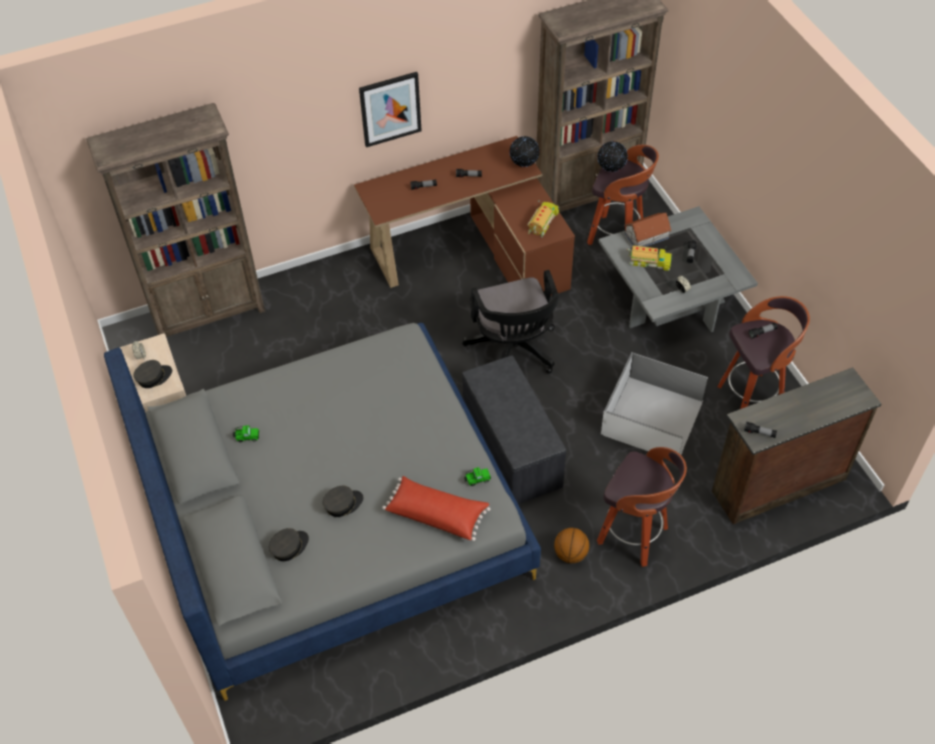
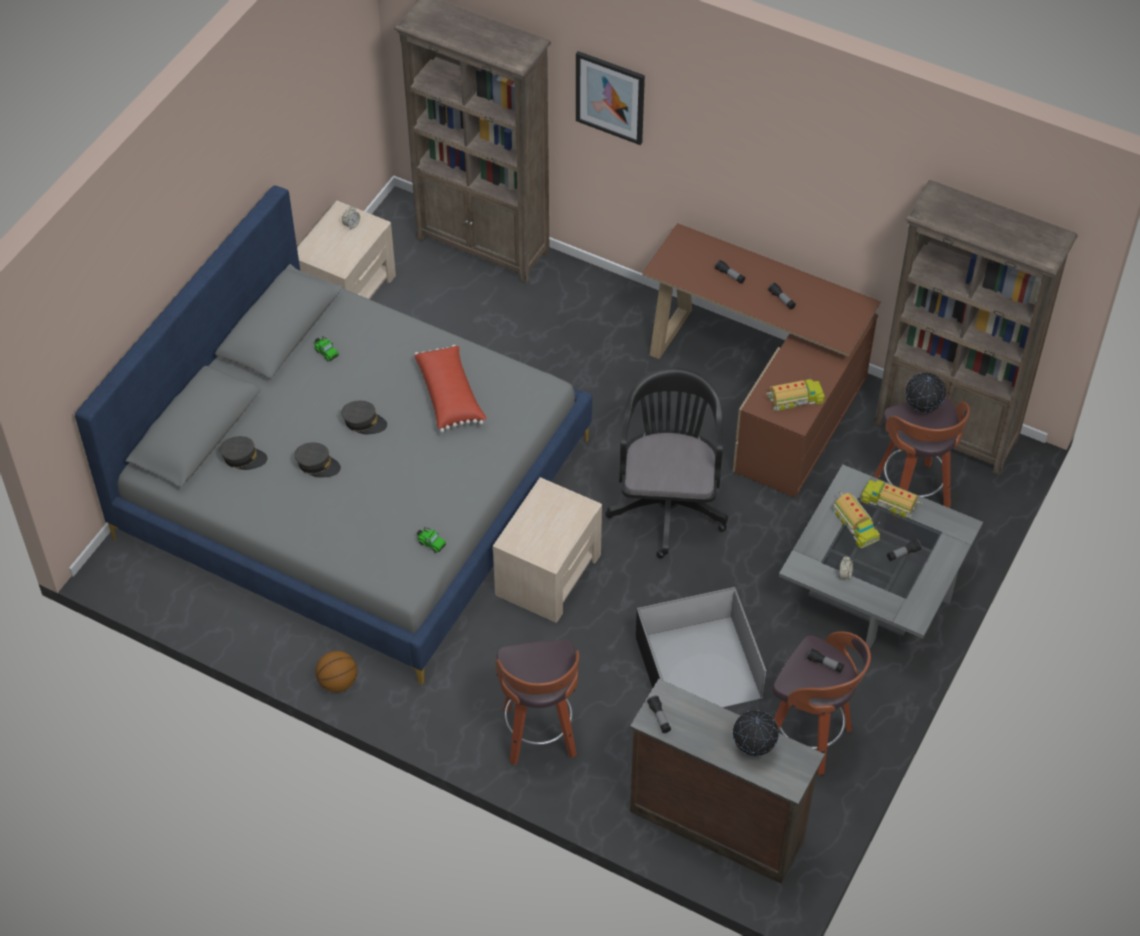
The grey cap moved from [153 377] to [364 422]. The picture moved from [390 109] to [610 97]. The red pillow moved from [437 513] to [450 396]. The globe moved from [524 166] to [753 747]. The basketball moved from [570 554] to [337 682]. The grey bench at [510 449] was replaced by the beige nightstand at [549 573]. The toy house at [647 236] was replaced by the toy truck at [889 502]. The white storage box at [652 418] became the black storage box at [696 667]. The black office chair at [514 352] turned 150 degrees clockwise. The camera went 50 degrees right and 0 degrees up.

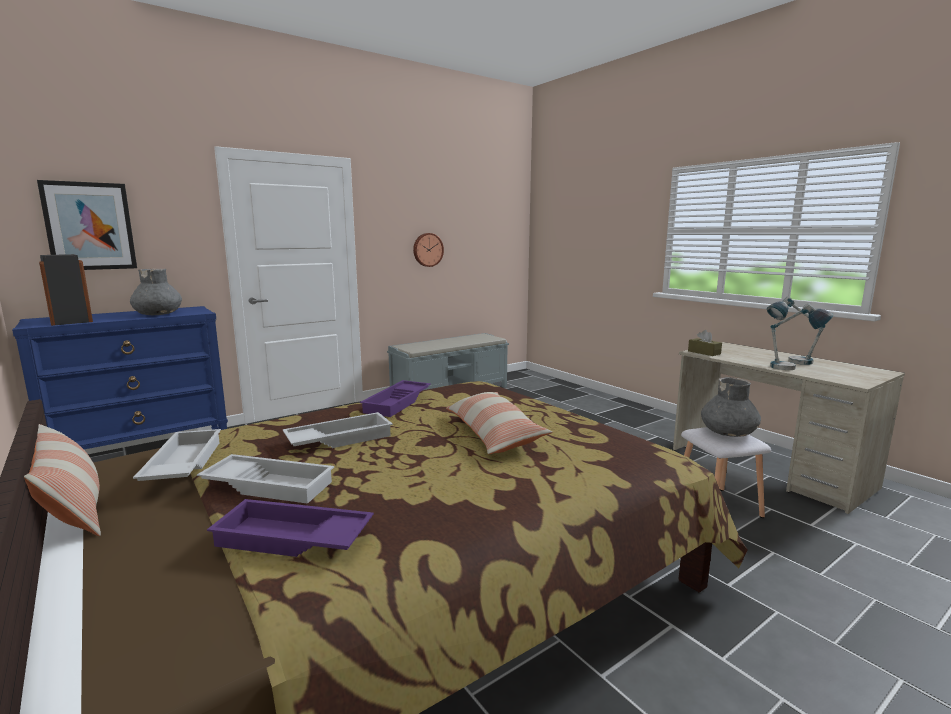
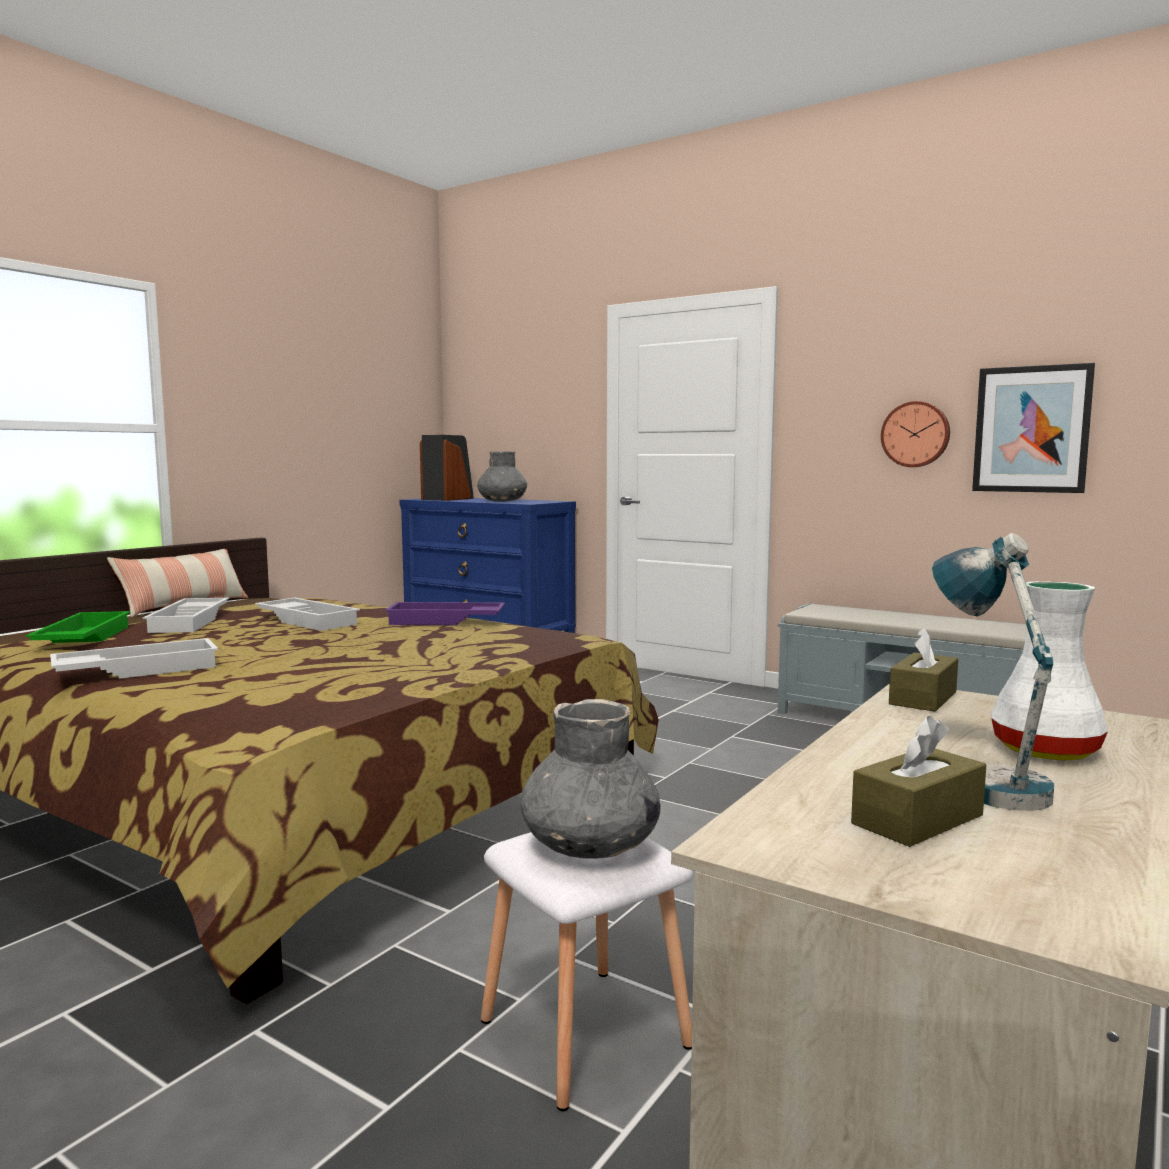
The pillow at [493 434] disappeared. The table lamp at [793 369] disappeared. The brown tissue box at [917 819] appeared. The white vase at [1042 750] appeared. The picture moved from [89 226] to [1031 429]. The white tray moved from [182 464] to [138 670]. The purple tray at [291 540] became the green tray at [81 638]. The camera went 70 degrees right and 5 degrees down.

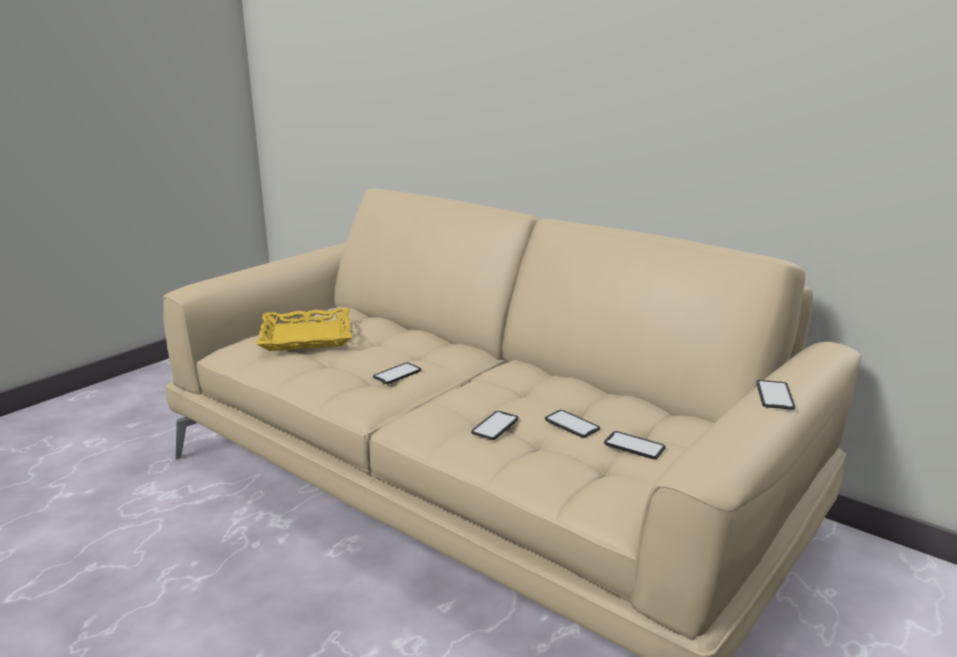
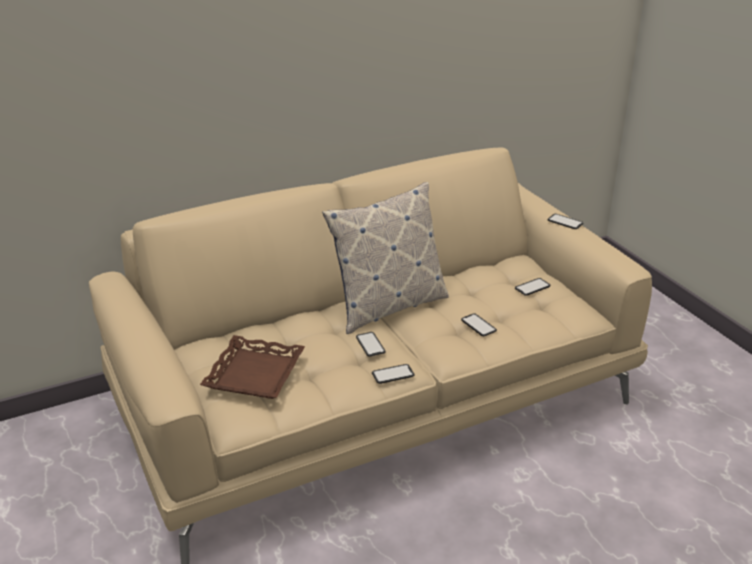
The pillow at [388 306] appeared. The phone moved from [572 424] to [393 374]. The yellow tray at [306 336] became the brown tray at [255 374]. The camera went 65 degrees left and 10 degrees up.

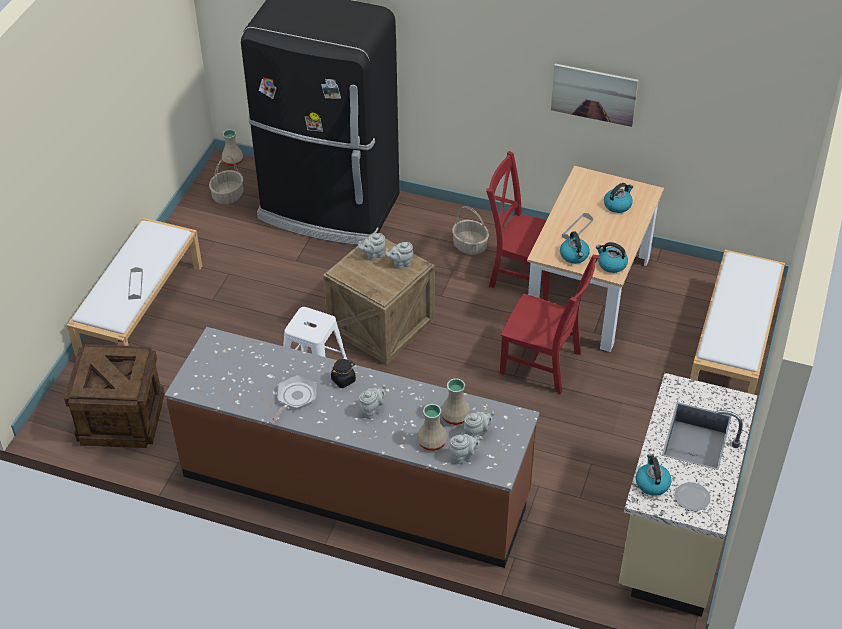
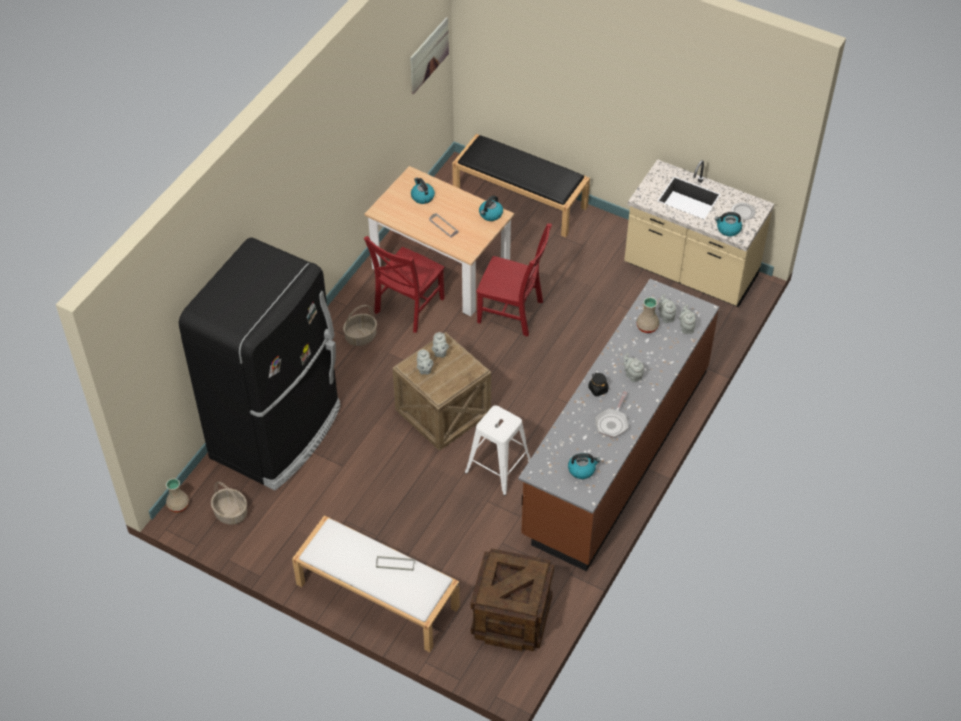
The beige vase at [431 442] disappeared. The picture moved from [594 94] to [428 55]. The kettle moved from [574 256] to [582 469]. The white bench at [732 347] became the black bench at [521 199]. The frying pan at [295 398] turned 105 degrees counterclockwise. The red chair at [544 364] turned 75 degrees clockwise. The camera went 80 degrees left and 5 degrees up.

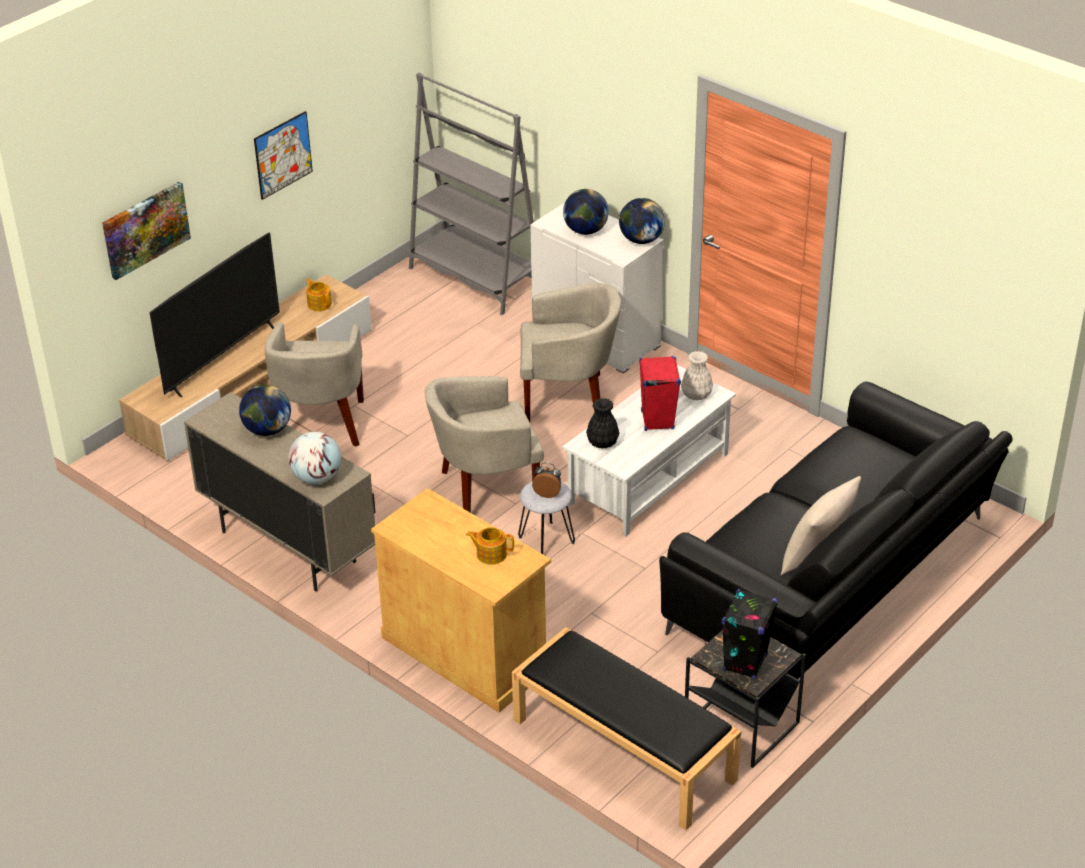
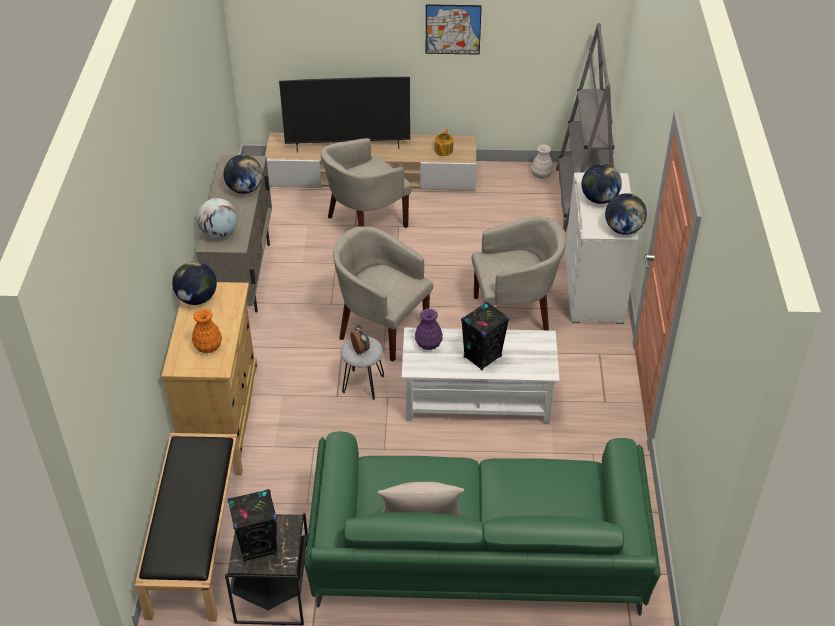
The picture at [145 229] disappeared. The globe at [197 299] appeared. The white vase moved from [696 395] to [541 175]. The teapot at [491 554] was replaced by the orange vase at [208 347]. The black vase at [602 443] became the purple vase at [428 344]. The red speaker at [657 420] became the black speaker at [482 357]. The black sofa at [832 578] became the green sofa at [476 559]. The beige armchair at [568 399] turned 60 degrees counterclockwise. The camera went 50 degrees right and 5 degrees up.

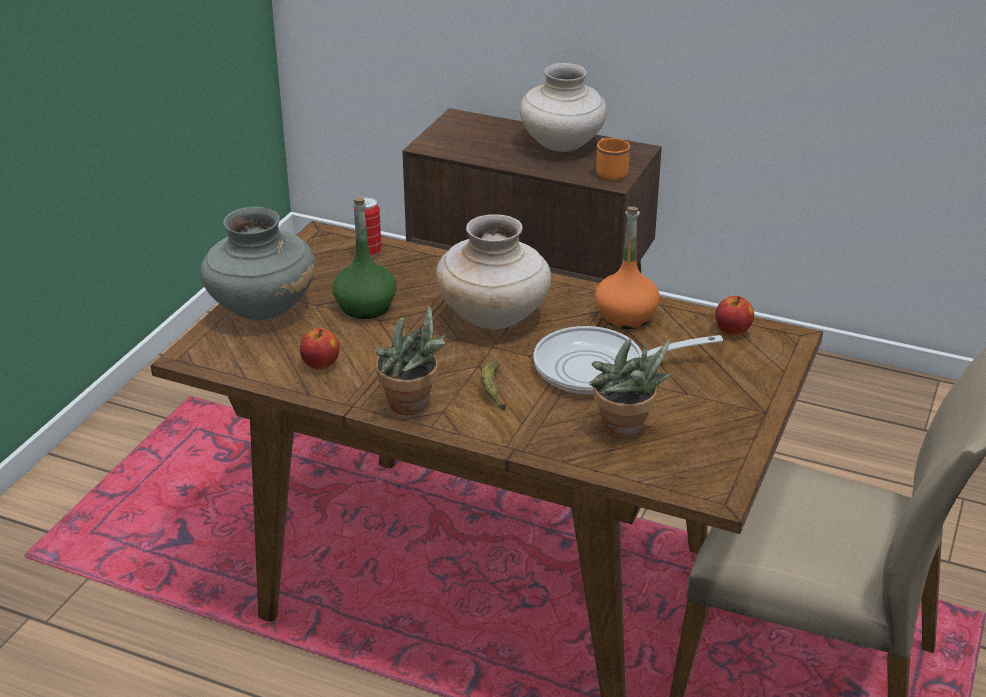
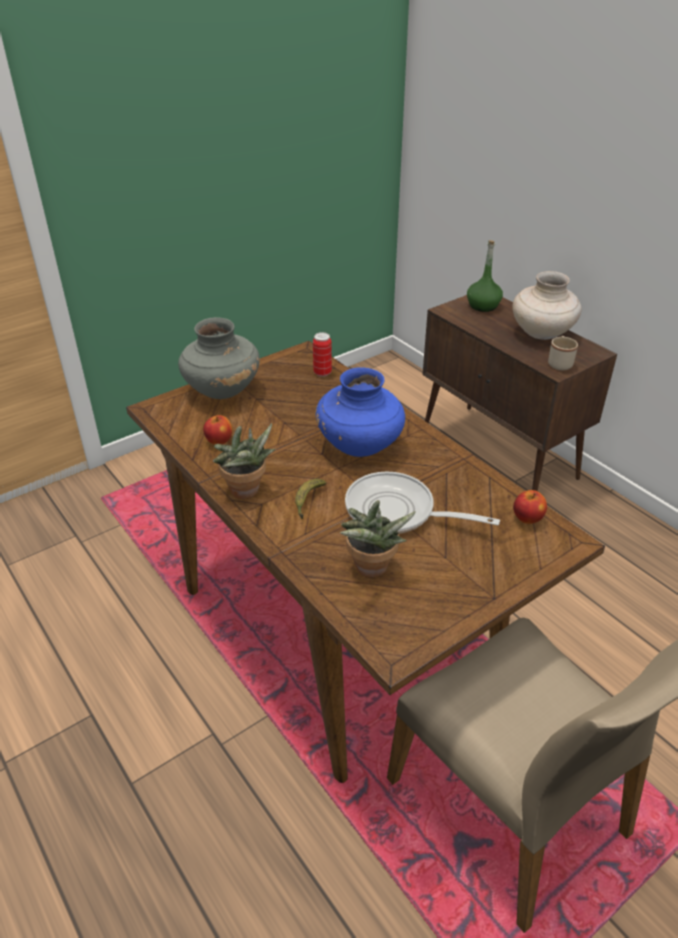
The orange bottle at [625 316] disappeared. The green bottle moved from [365 306] to [483 305]. The beige vase at [494 317] became the blue vase at [360 446]. The orange mug at [609 172] became the beige mug at [560 363]. The camera went 30 degrees right and 5 degrees up.

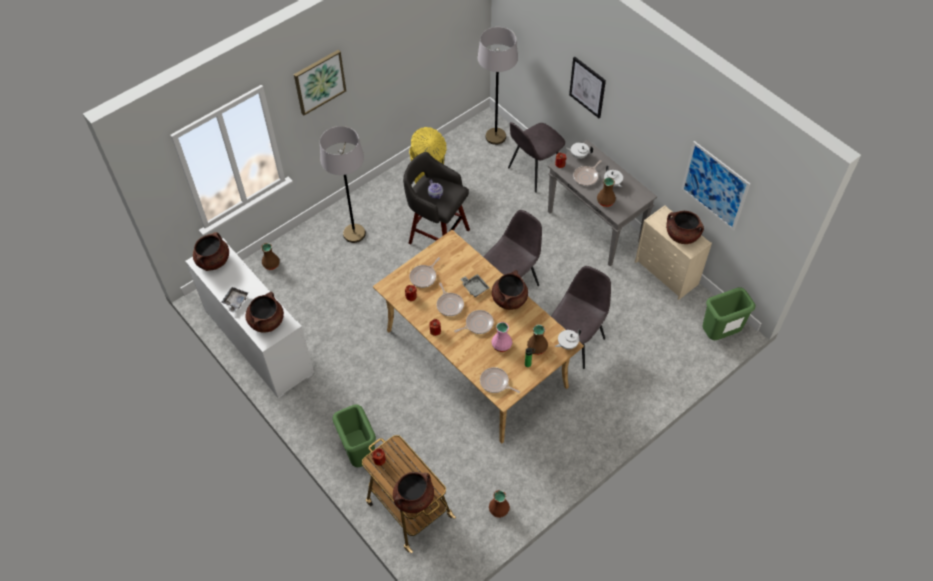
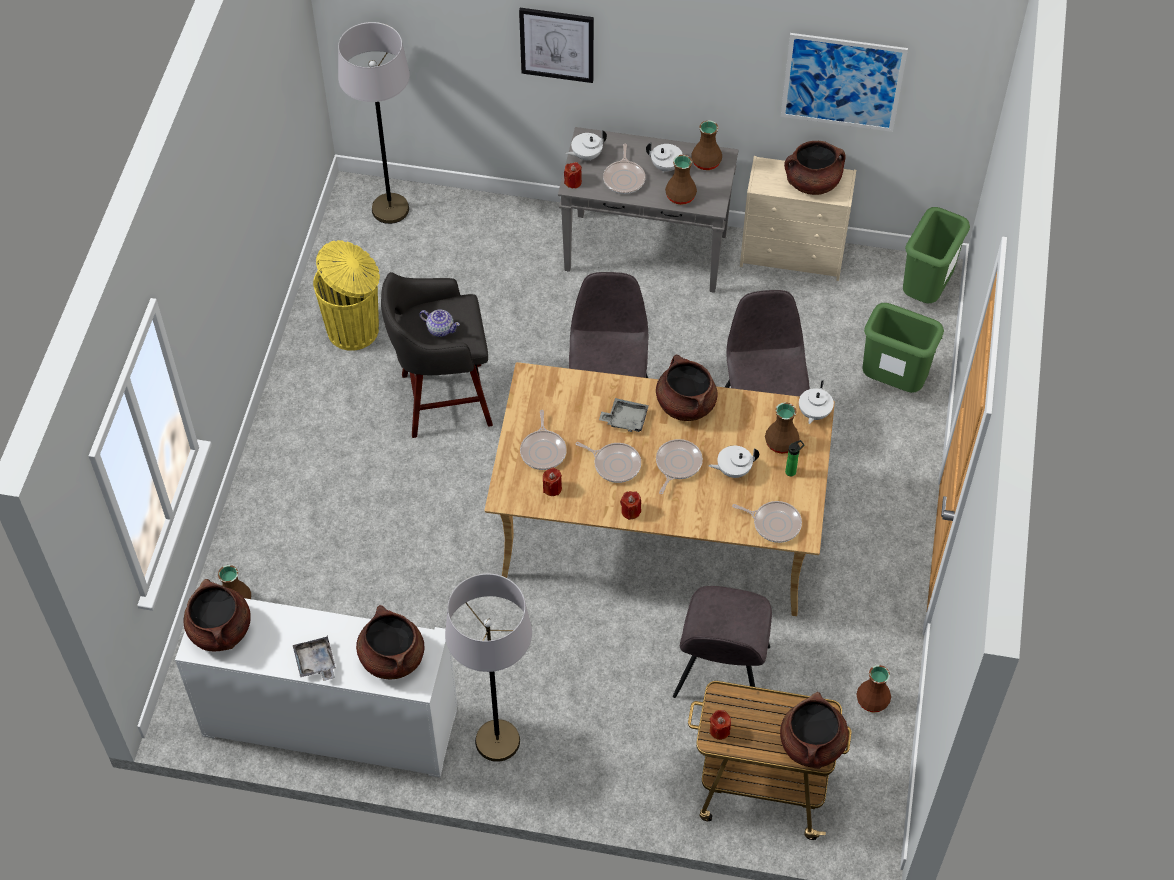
The picture at [319 81] disappeared. The brown vase at [706 161] appeared. The grey floor lamp moved from [354 234] to [497 741]. The green trash can moved from [360 453] to [893 382]. The grey chair moved from [534 172] to [721 674]. The pink vase at [501 344] was replaced by the white teapot at [733 470]. The frying pan at [495 383] turned 150 degrees counterclockwise. The camera went 40 degrees left and 0 degrees up.

